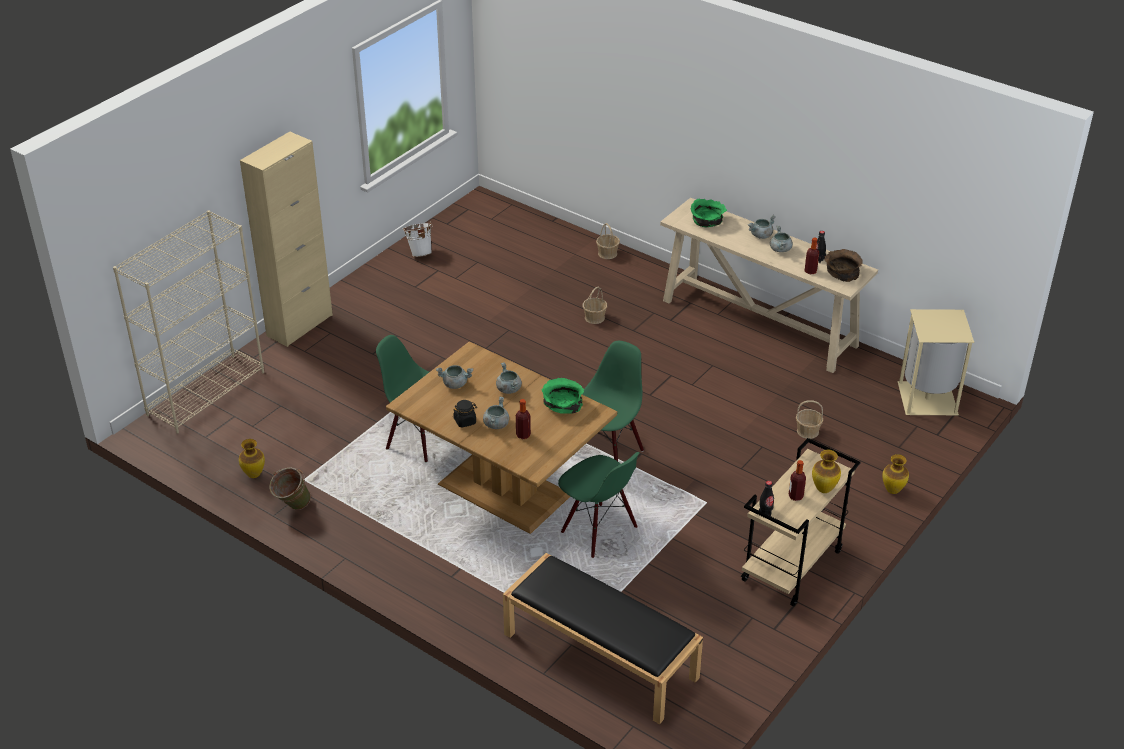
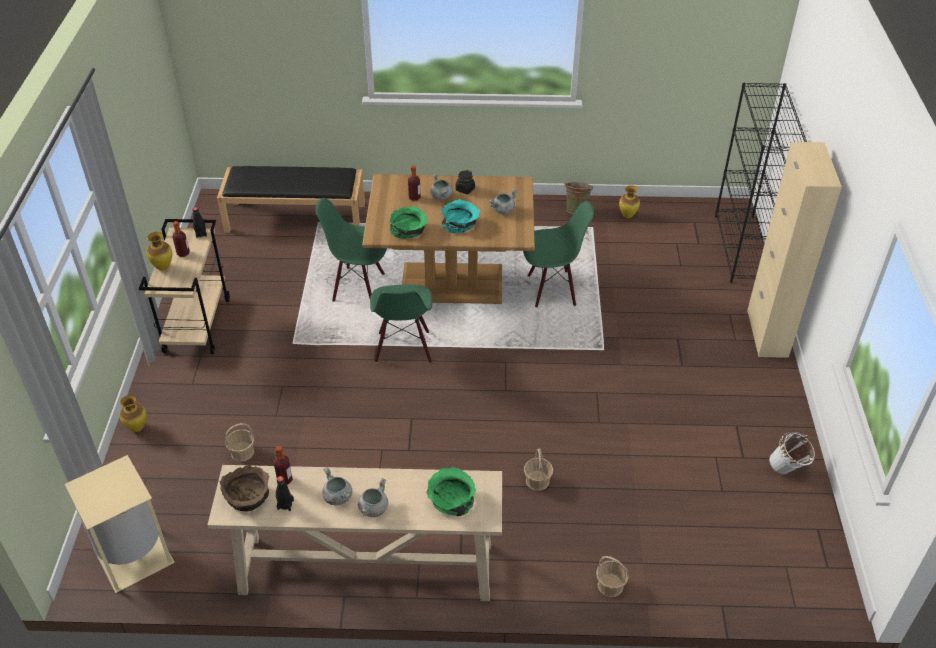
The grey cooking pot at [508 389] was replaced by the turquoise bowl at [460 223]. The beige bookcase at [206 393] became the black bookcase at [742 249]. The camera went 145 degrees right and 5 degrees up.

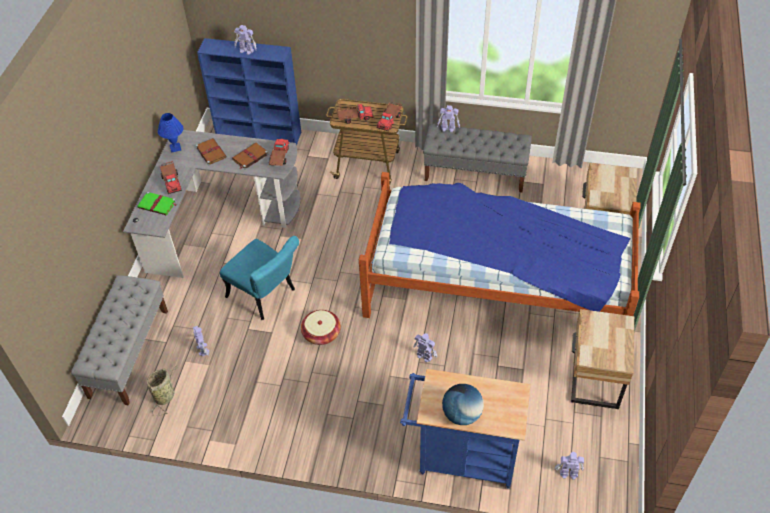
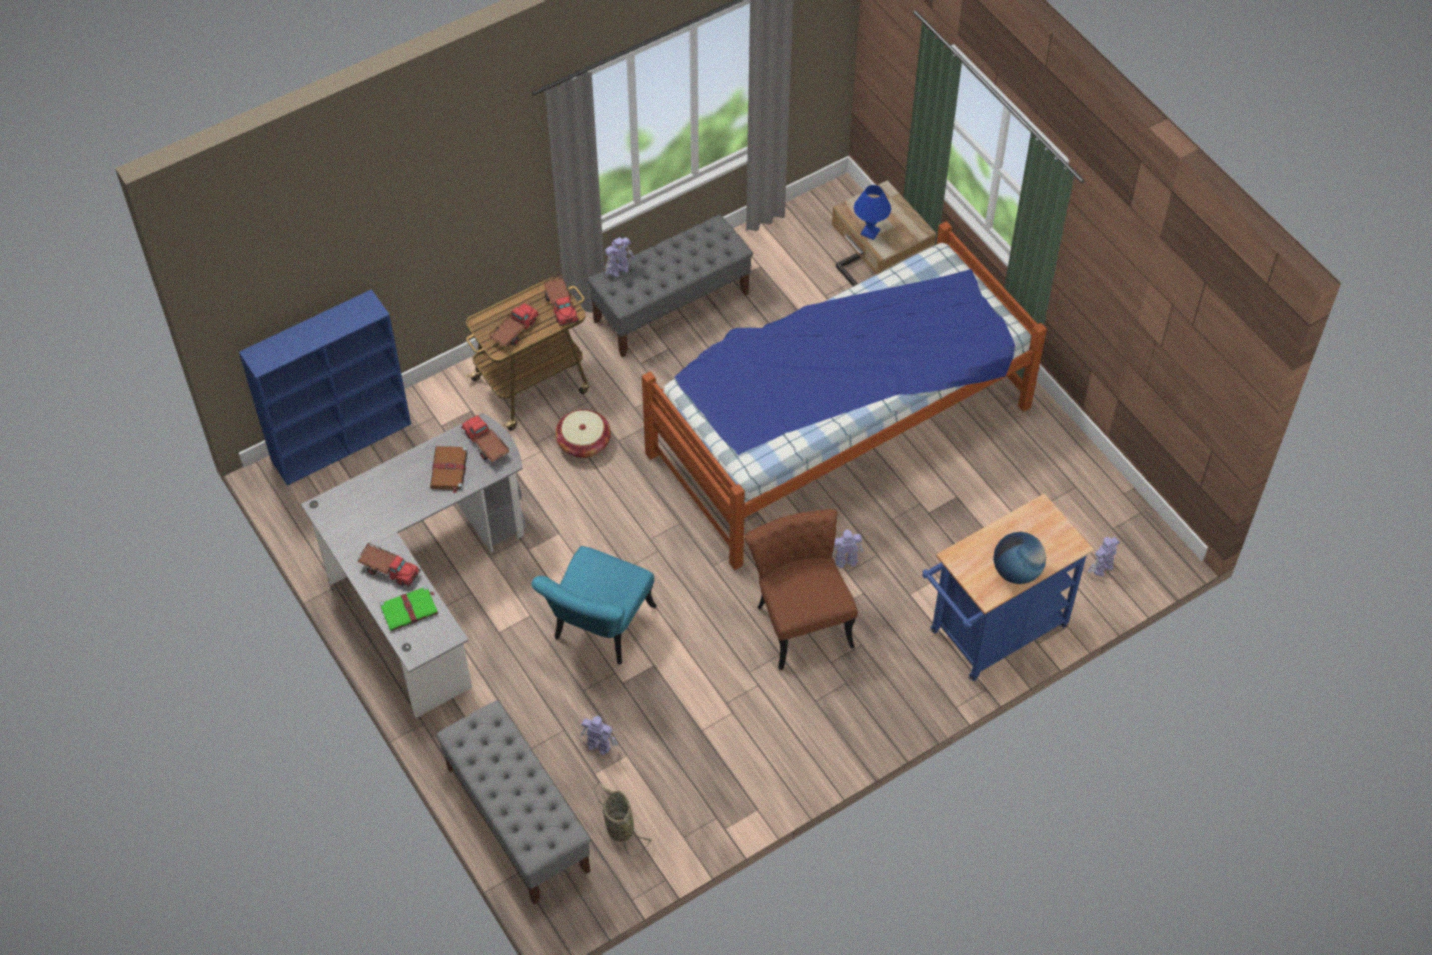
The brown book at [210 152] disappeared. The toy robot at [246 51] disappeared. The beige nightstand at [593 381] disappeared. The brown chair at [800 617] appeared. The blue table lamp moved from [175 147] to [870 232]. The basket moved from [321 334] to [584 443]. The turquoise chair at [266 296] turned 120 degrees clockwise. The camera went 45 degrees left and 5 degrees up.

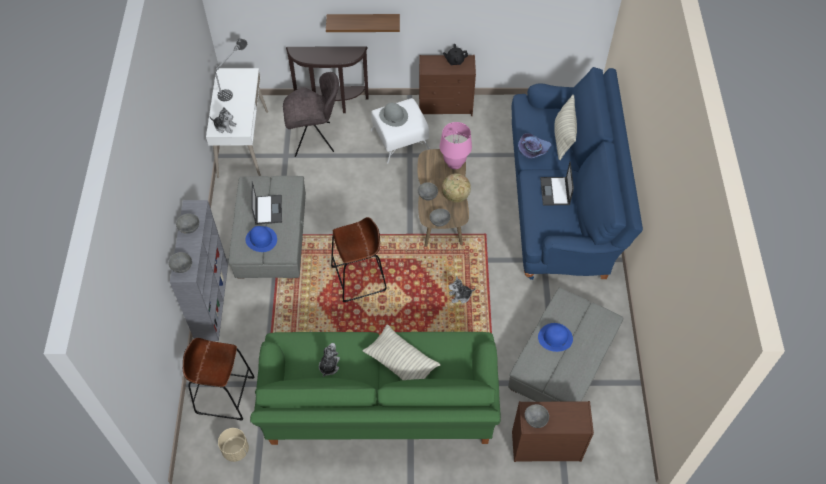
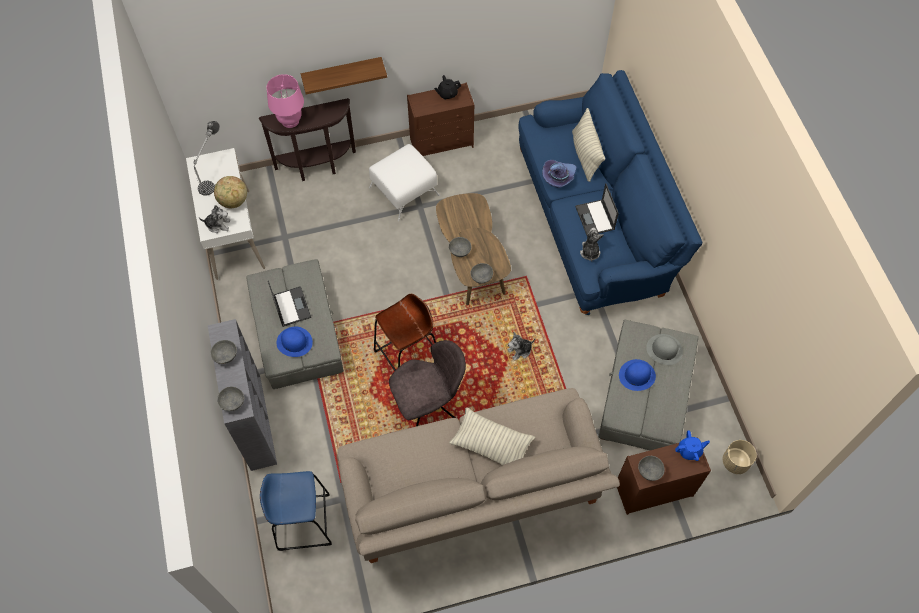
The blue teapot at [689 451] appeared. The beige planter moved from [235 450] to [735 462]. The grey chair moved from [314 139] to [429 408]. The plush toy moved from [329 365] to [589 252]. The grey hat moved from [393 115] to [664 349]. The pink table lamp moved from [454 163] to [290 121]. The globe moved from [455 196] to [233 201]. The brown stool at [225 395] became the blue stool at [303 522]. The green sofa at [380 408] became the beige sofa at [472 493]. The camera went 15 degrees left and 5 degrees up.

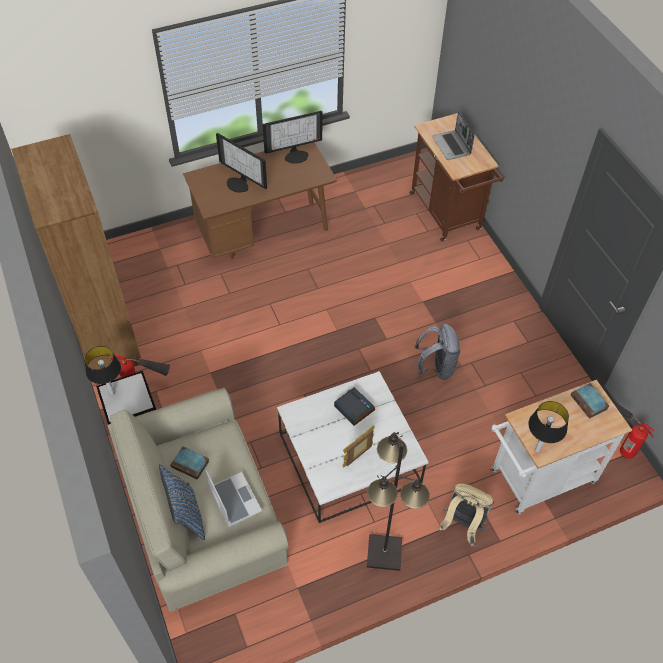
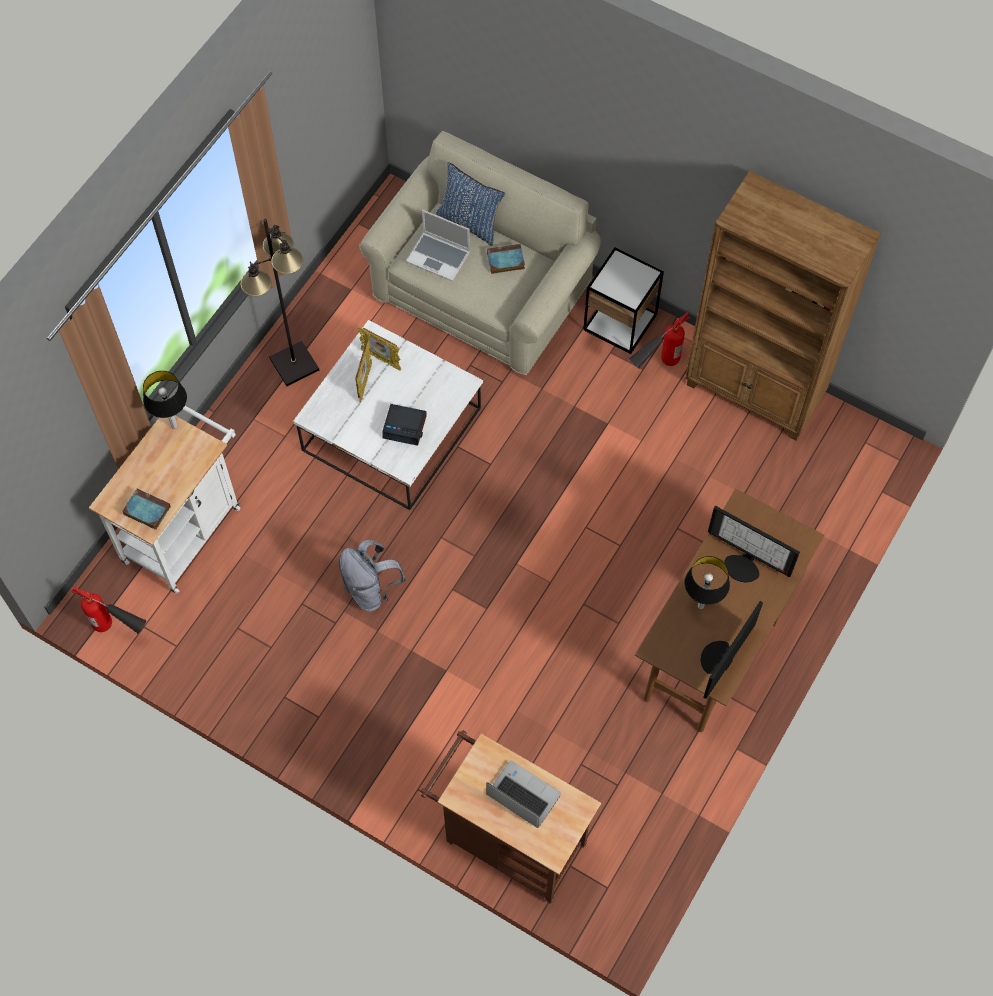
The beige backpack at [462 525] disappeared. The picture frame at [381 359] appeared. The table lamp moved from [112 393] to [701 606]. The monitor at [239 183] turned 150 degrees counterclockwise. The camera went 145 degrees right and 10 degrees up.

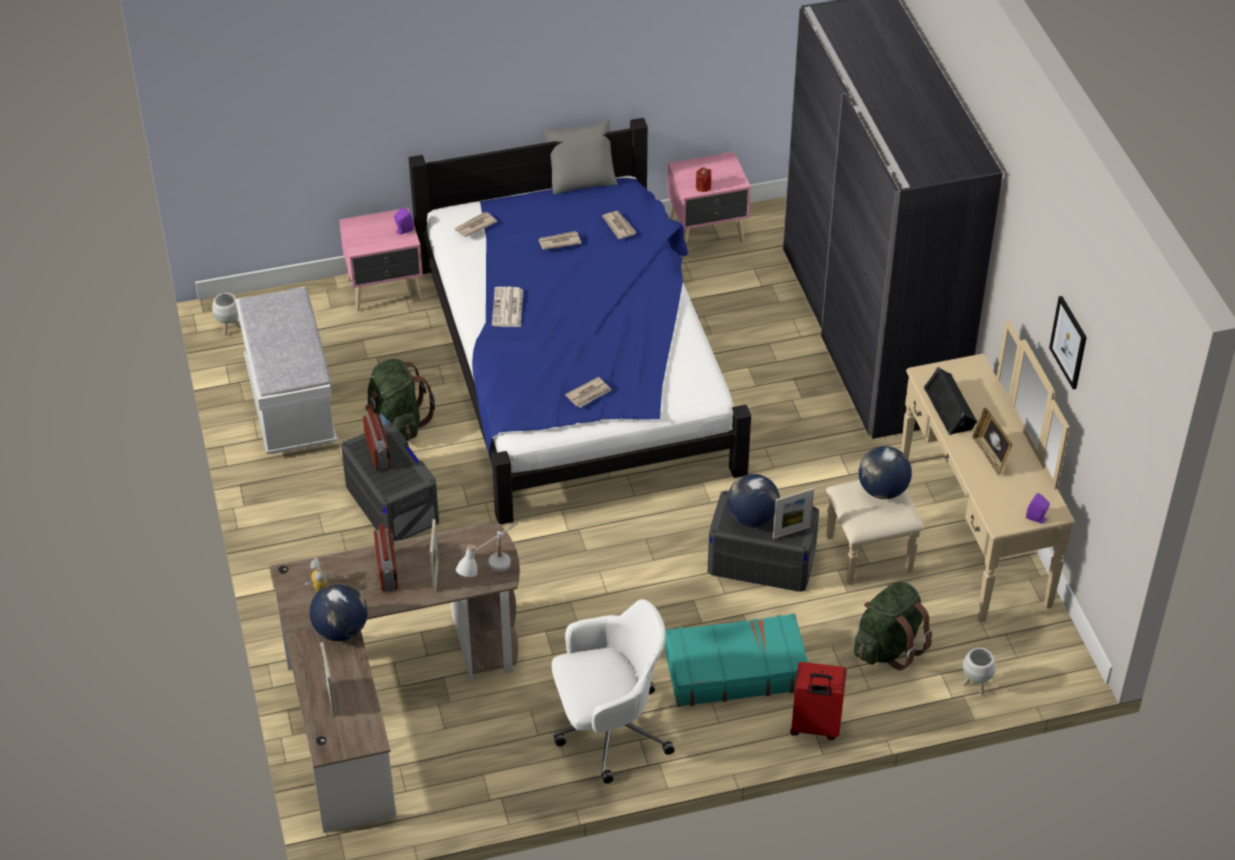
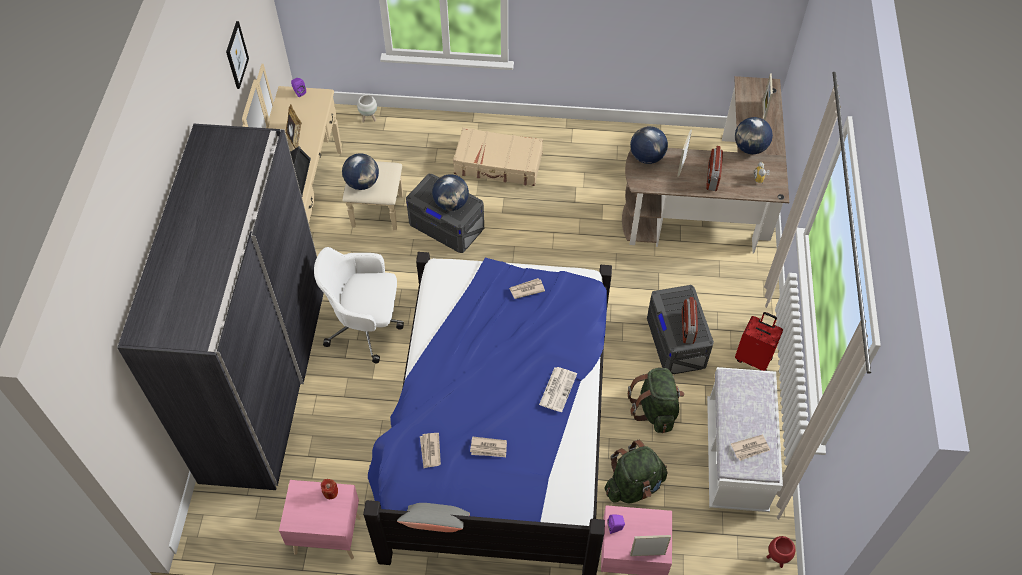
The newspaper moved from [475 226] to [750 448]. The white office chair moved from [608 730] to [366 326]. The picture frame moved from [791 532] to [647 554]. The red suitcase moved from [815 727] to [753 358]. The green backpack moved from [888 647] to [633 485]. The white table lamp at [491 574] was replaced by the globe at [646 157]. The white planter at [230 328] became the red planter at [776 558]. The turquoise suitcase at [735 670] became the beige suitcase at [498 164]. The camera went 160 degrees left and 10 degrees up.

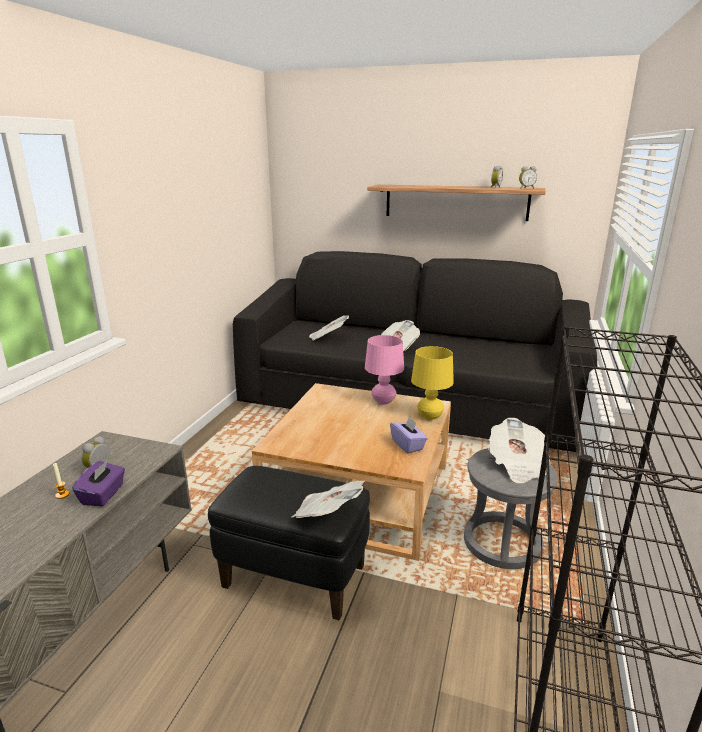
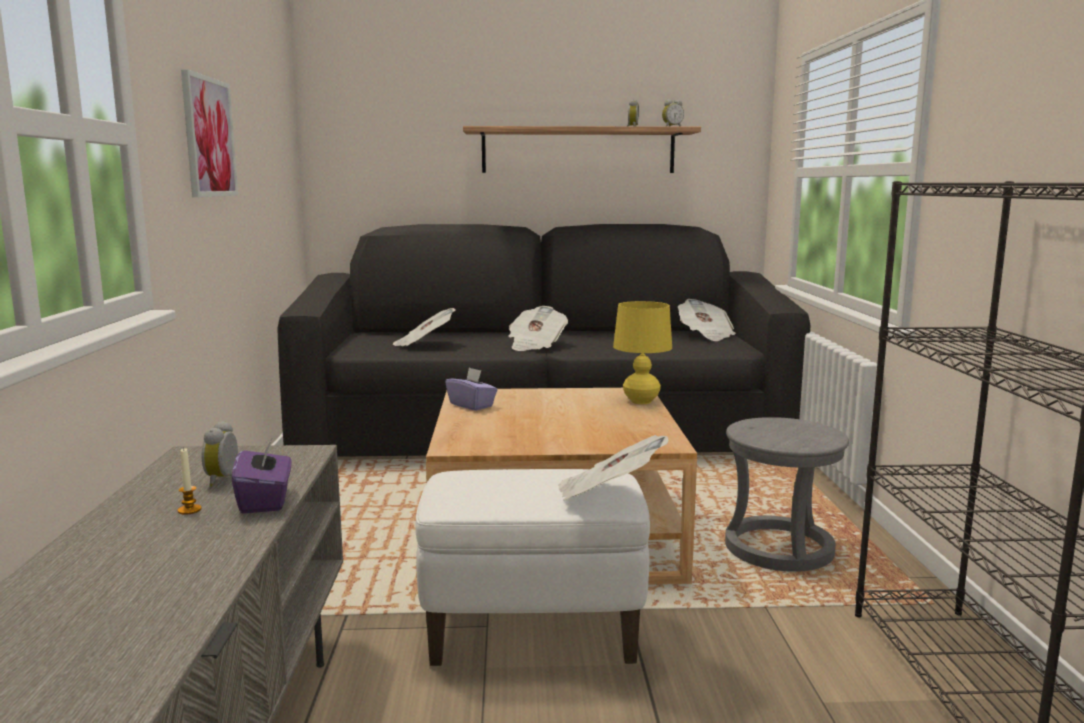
The pink table lamp at [383 402] disappeared. The picture at [209 137] appeared. The purple tissue box moved from [408 445] to [472 405]. The newspaper moved from [517 465] to [705 335]. The black ottoman at [295 577] became the white ottoman at [534 633]. The camera went 20 degrees left and 10 degrees down.

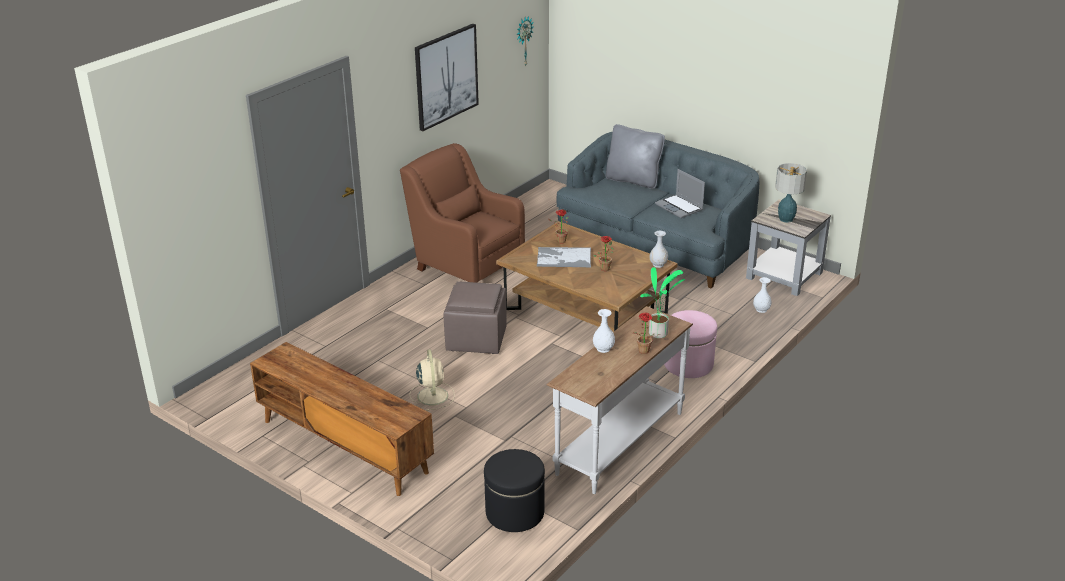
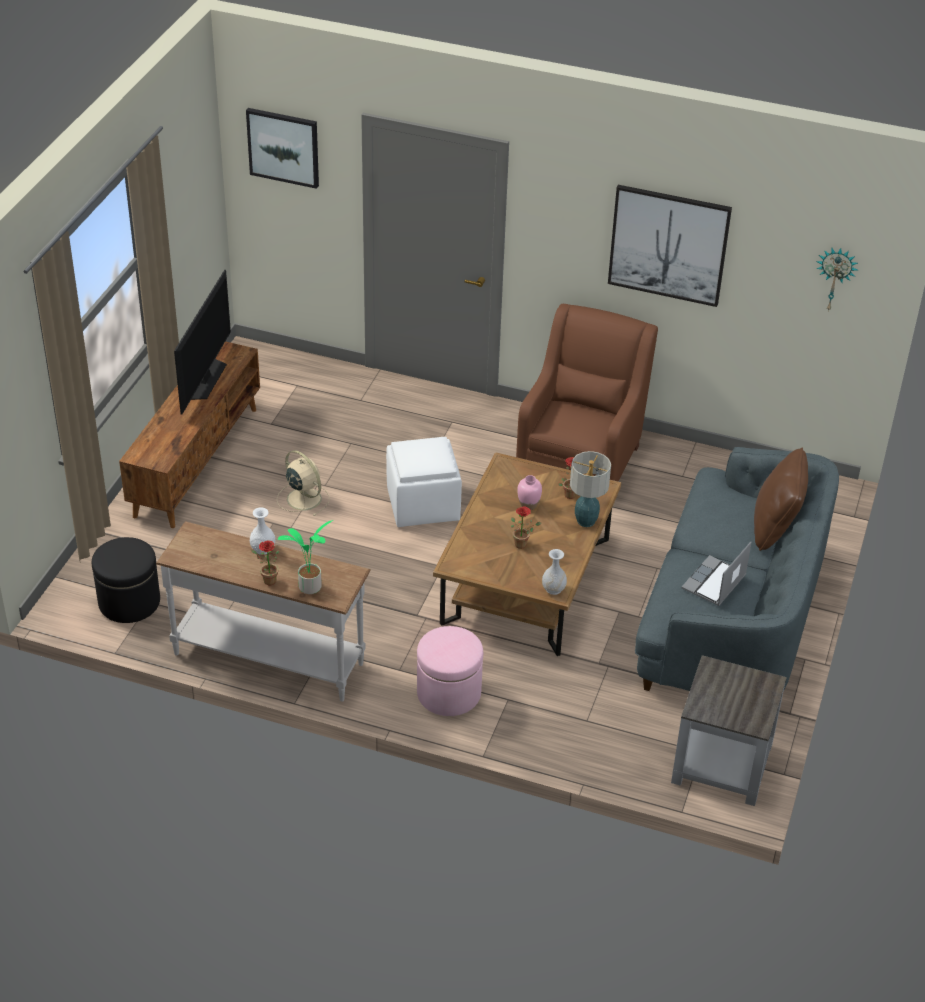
The white vase at [761 310] disappeared. The television at [205 379] appeared. The picture at [283 147] appeared. The table lamp moved from [786 219] to [586 520]. The tray at [563 258] was replaced by the pink vase at [528 505]. The brown ottoman at [476 339] became the white ottoman at [423 504]. The grey pillow at [633 180] became the brown pillow at [775 528]. The beige fan at [432 395] turned 105 degrees counterclockwise. The camera went 70 degrees right and 10 degrees up.

